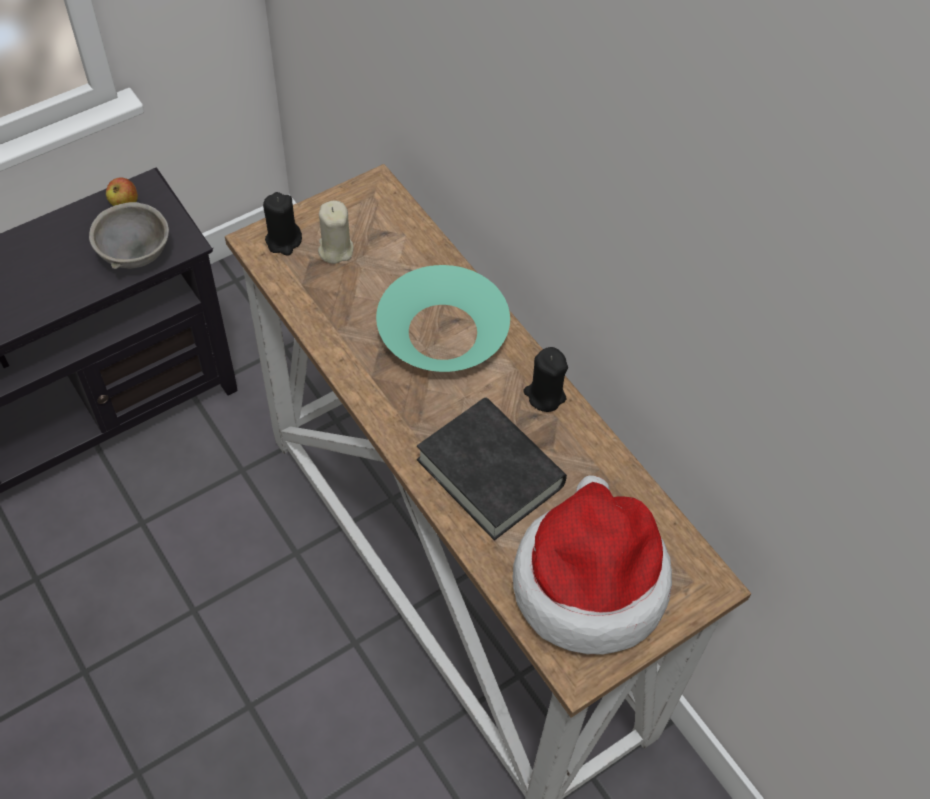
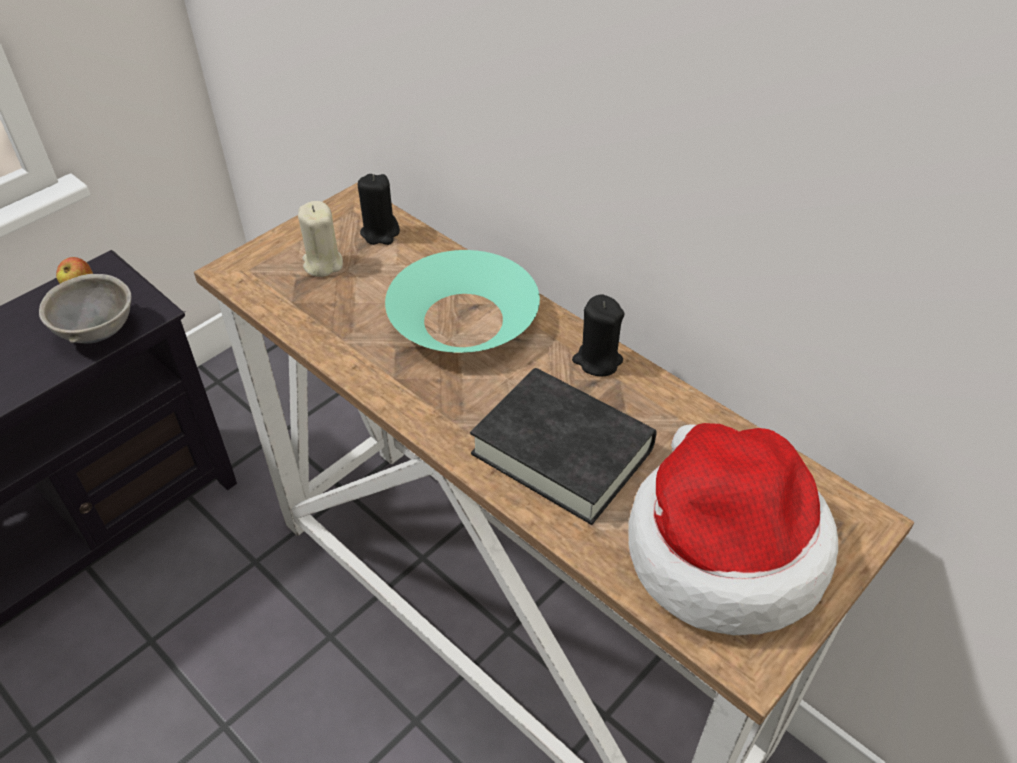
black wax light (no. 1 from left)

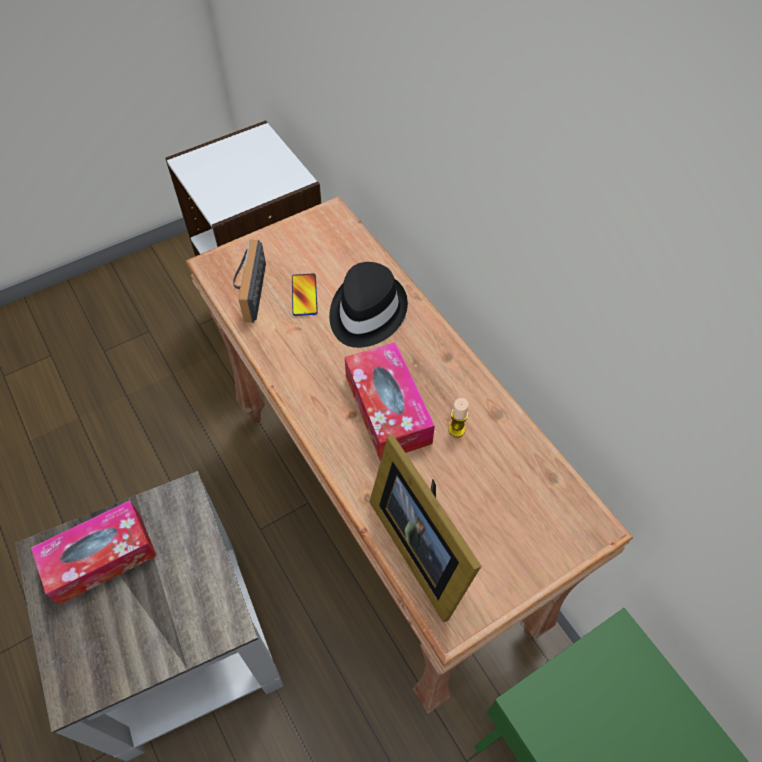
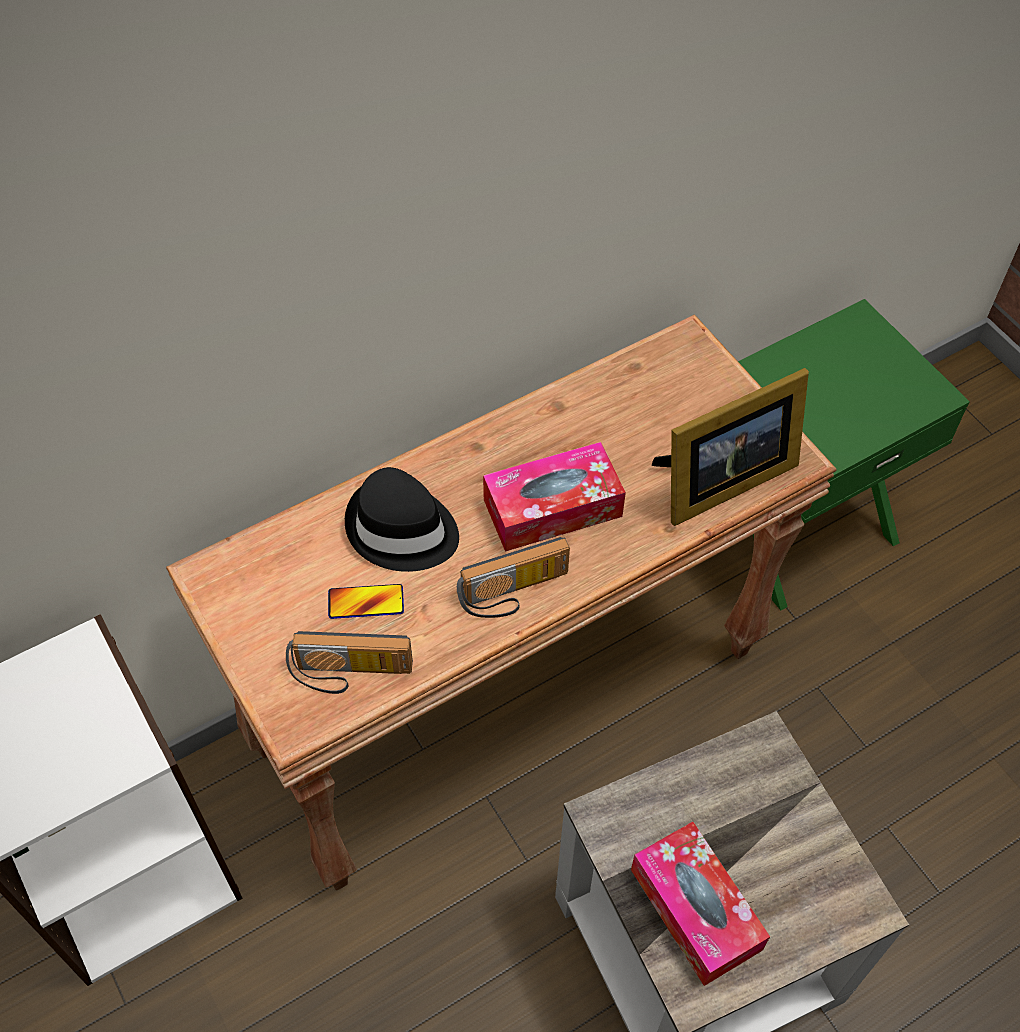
wax light
radio set (no. 2 from left)

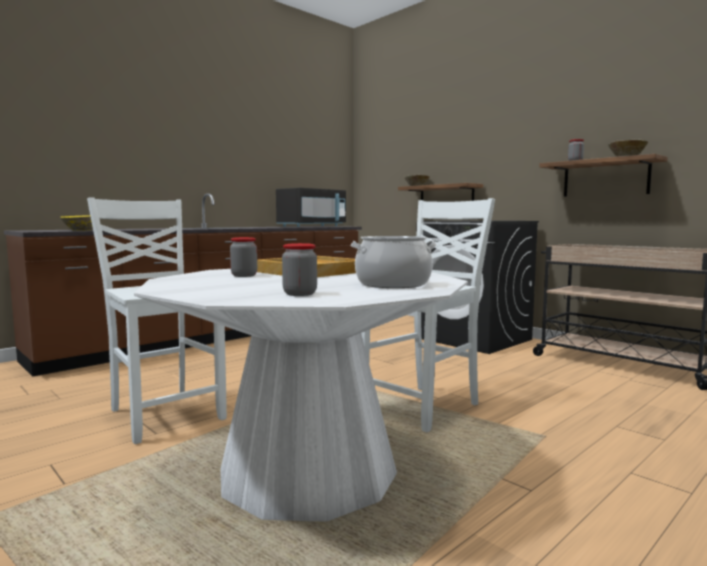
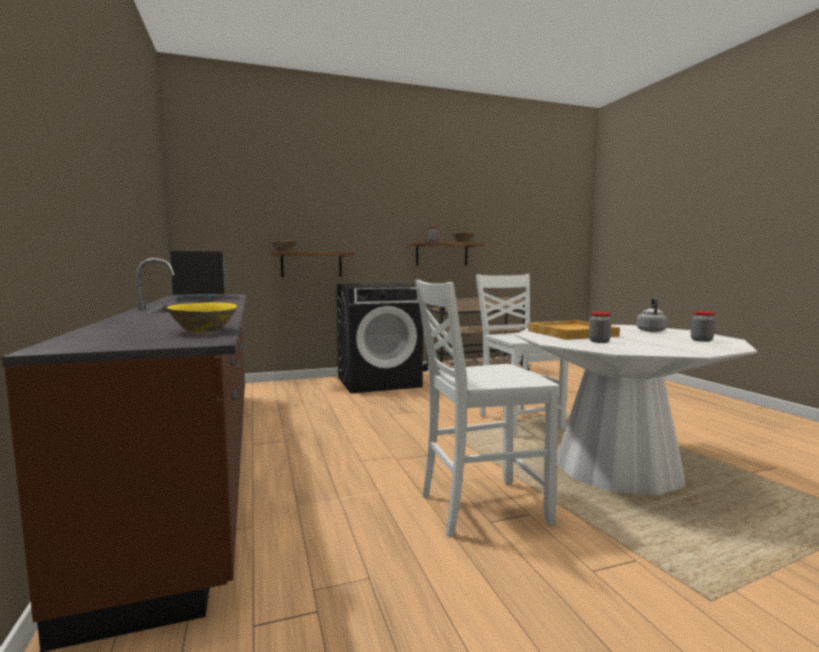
greyish tea kettle

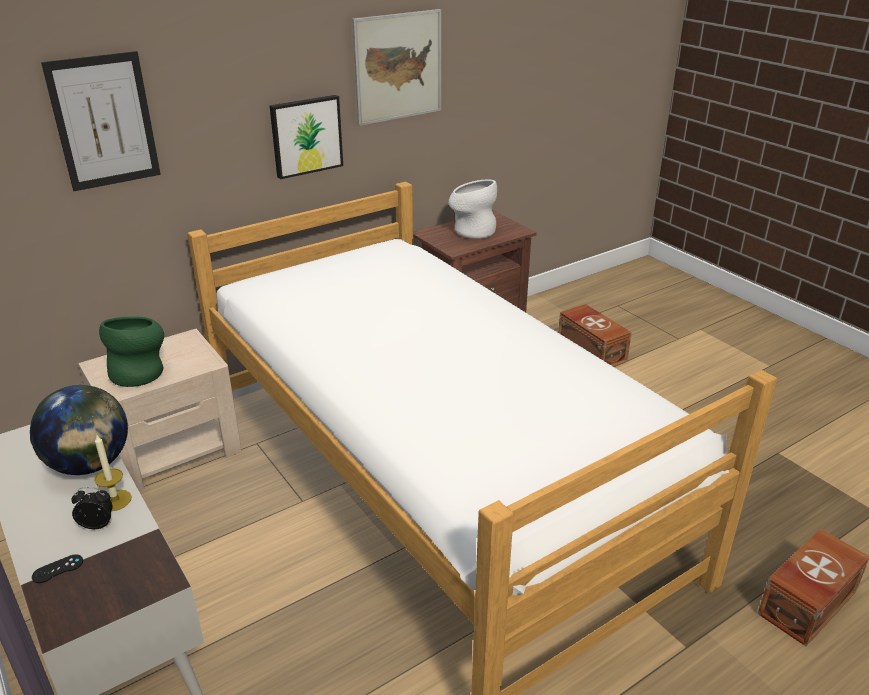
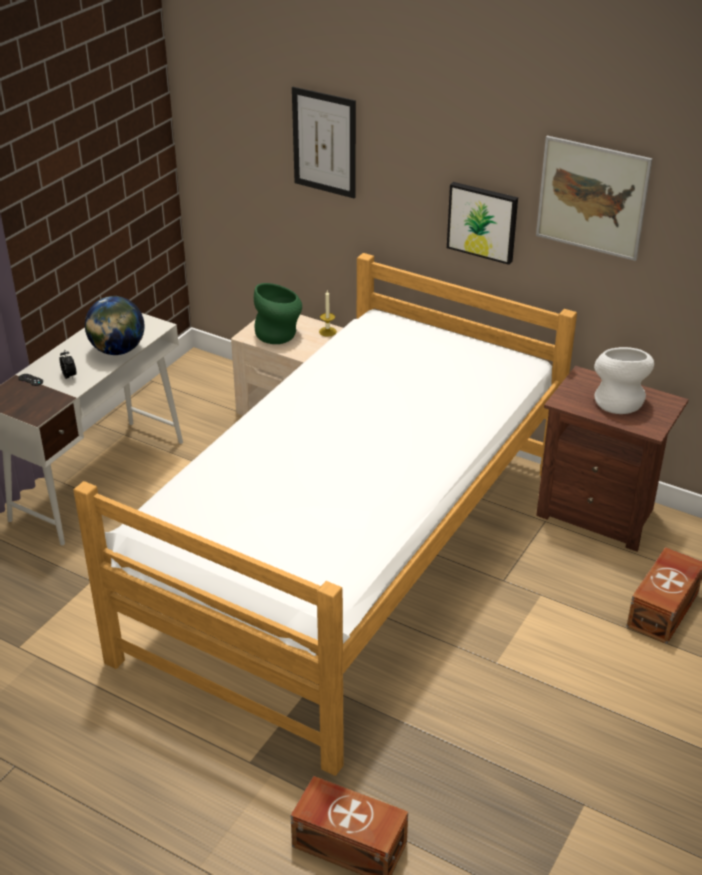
wax light

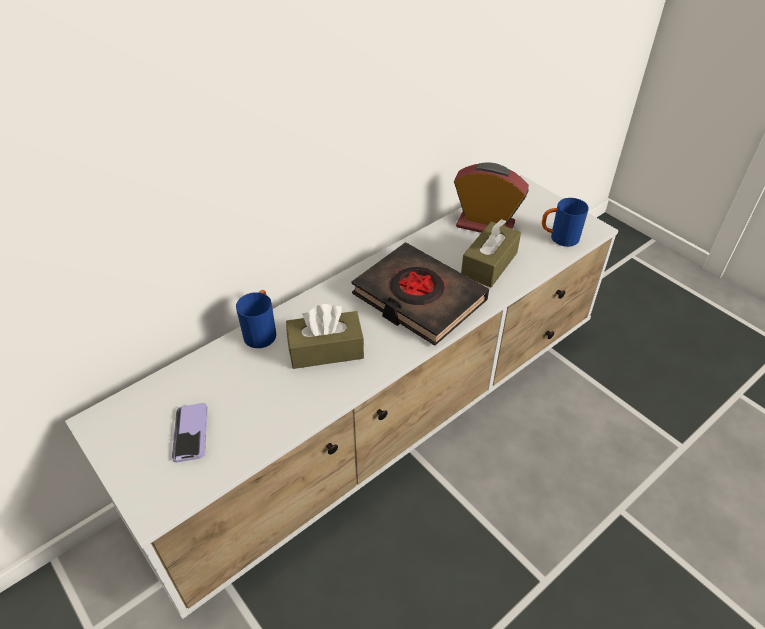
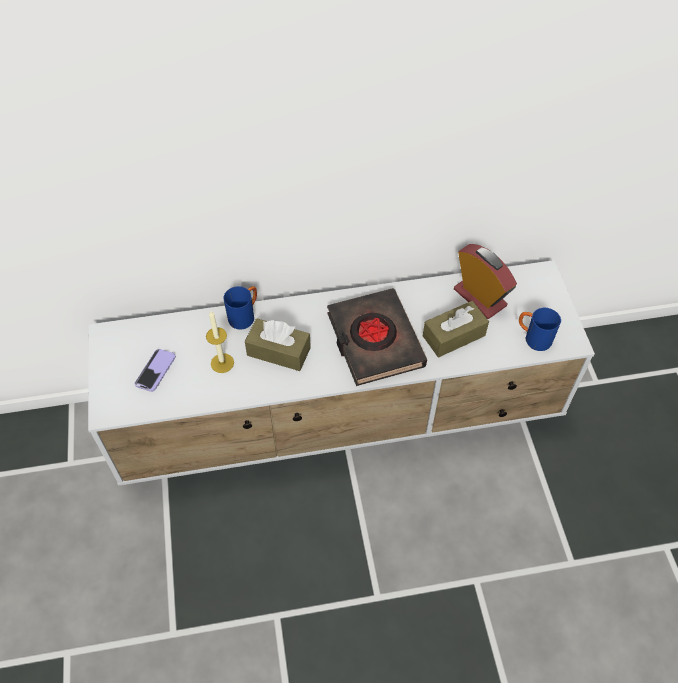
wax light

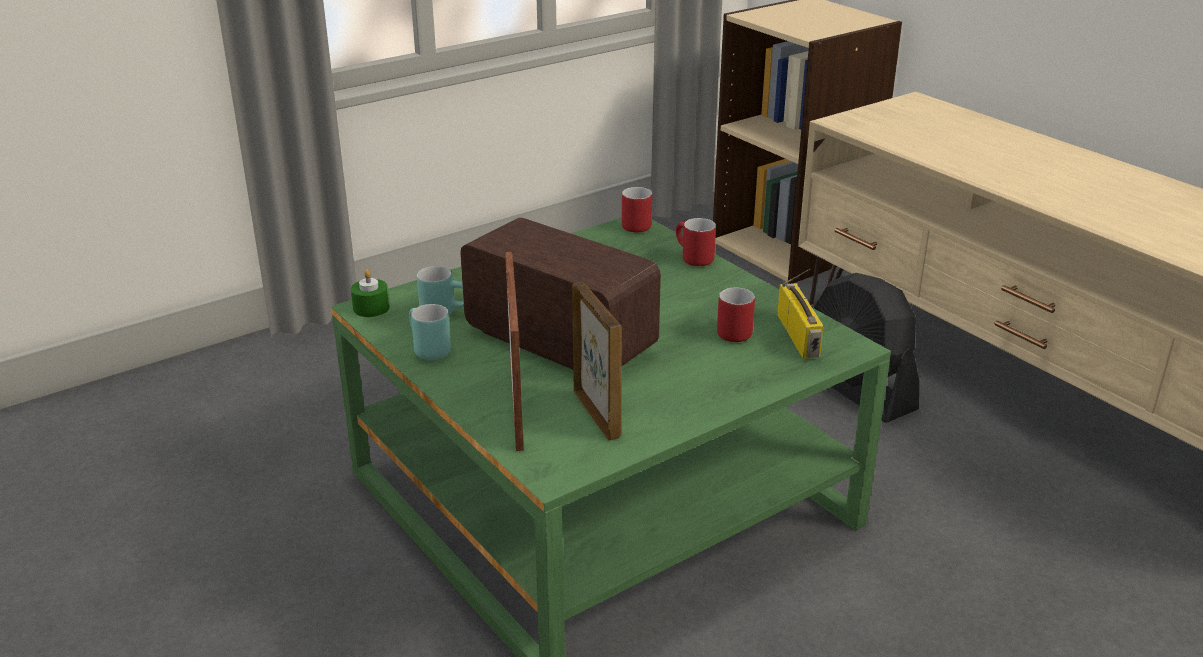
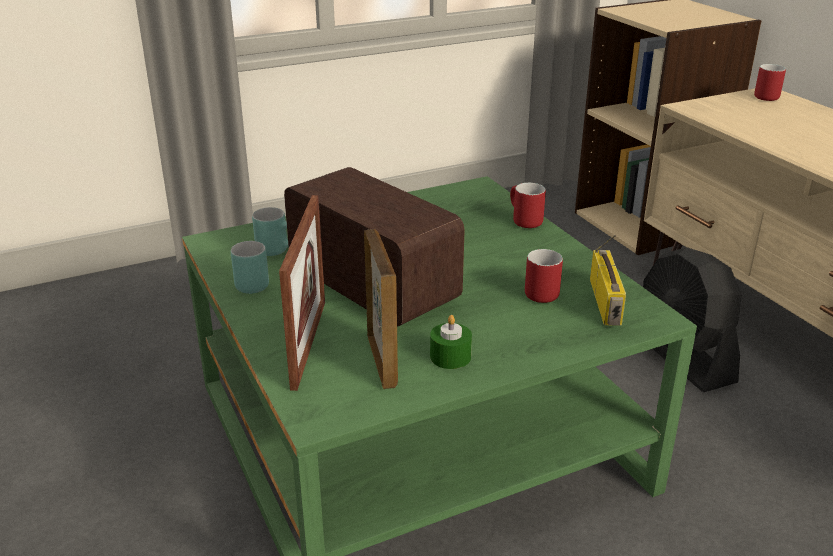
reddish coffee mug (no. 3 from left)
greenish wax light

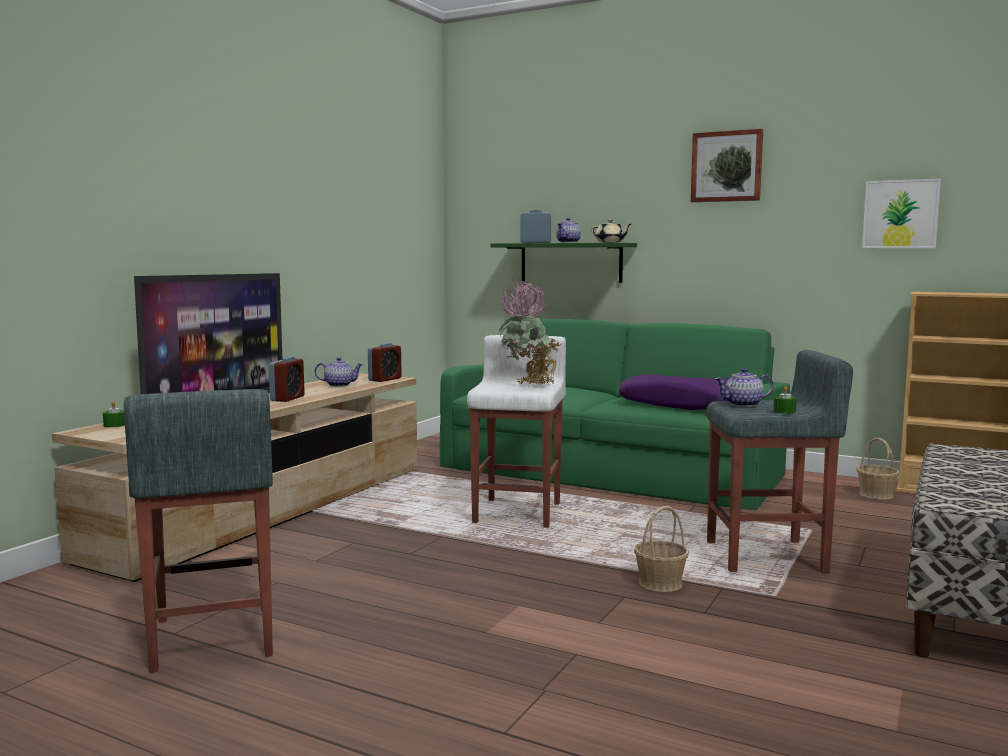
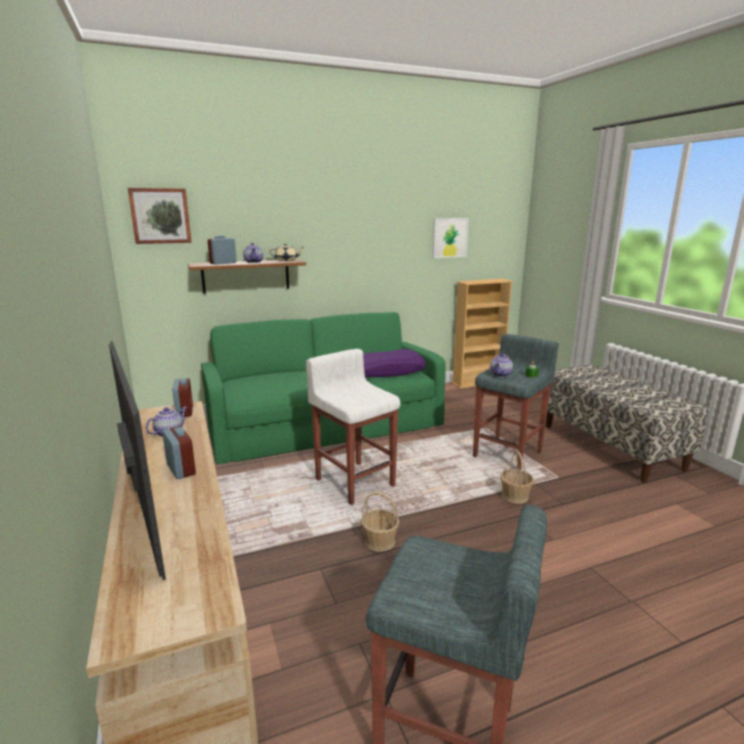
wall picture (no. 1 from left)
brown bracket shelf
plant in a pot
greenish wax light (no. 1 from left in the first image)
household basket (no. 1 from left)

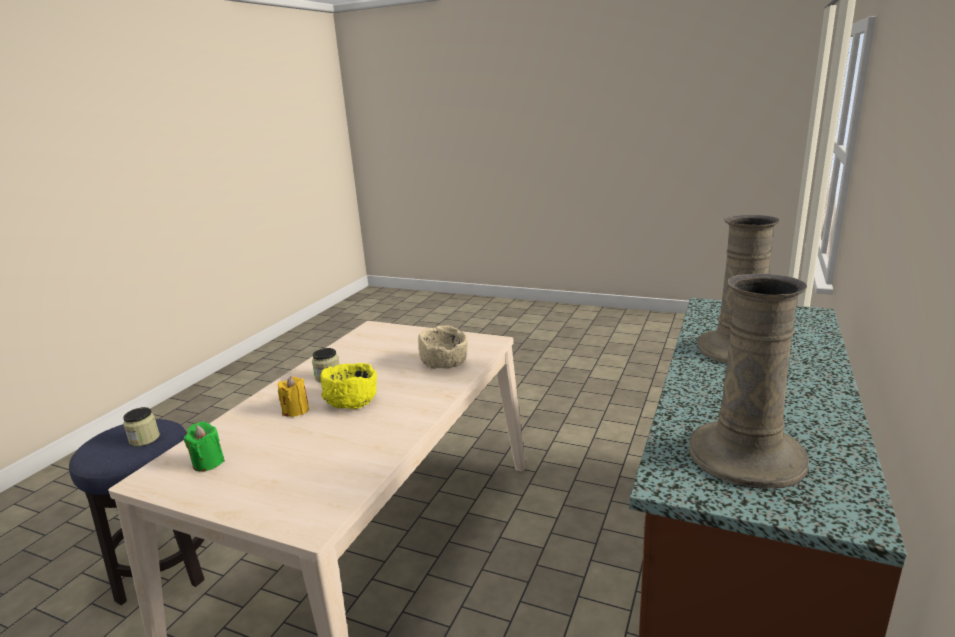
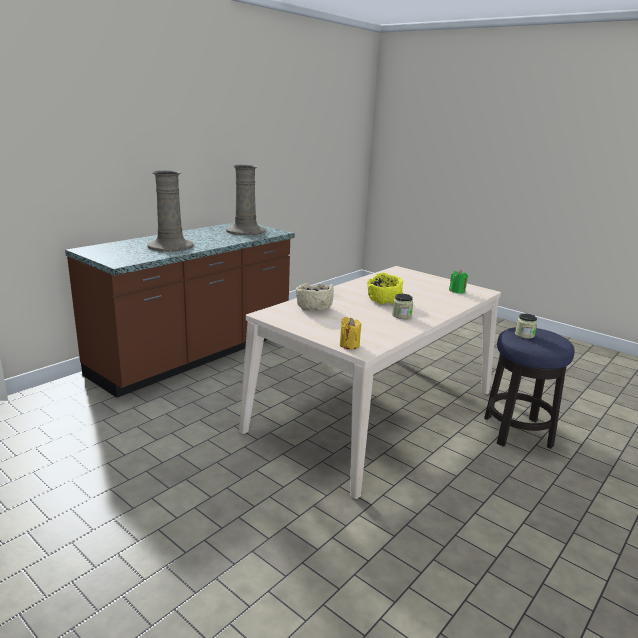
yellow-coloured wax light

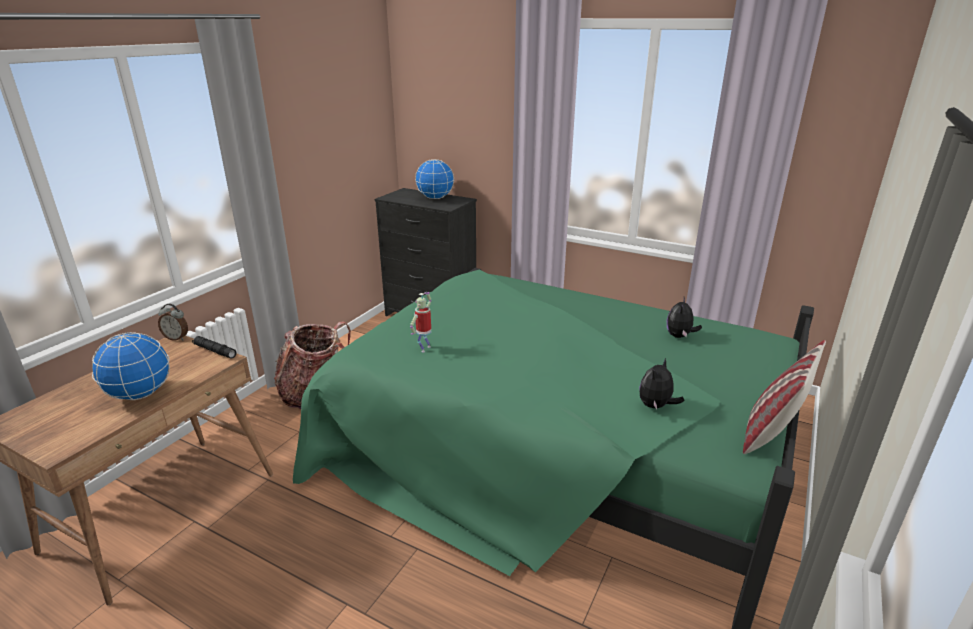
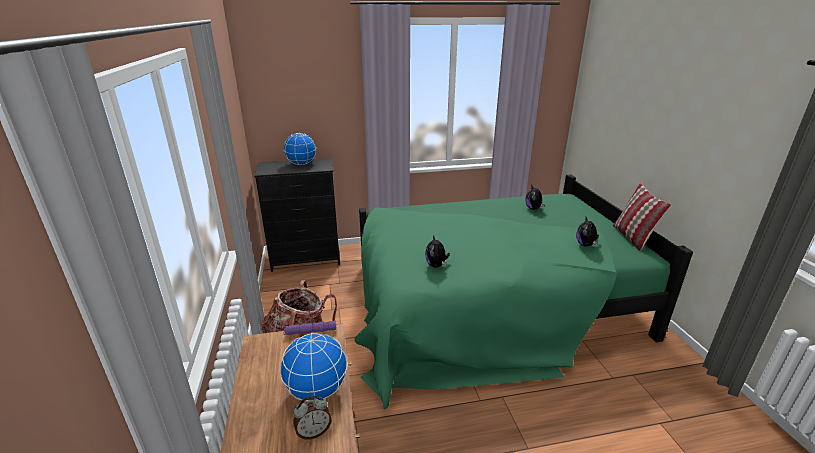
soft toy (no. 1 from left)
table clock
purple-coloured torch

